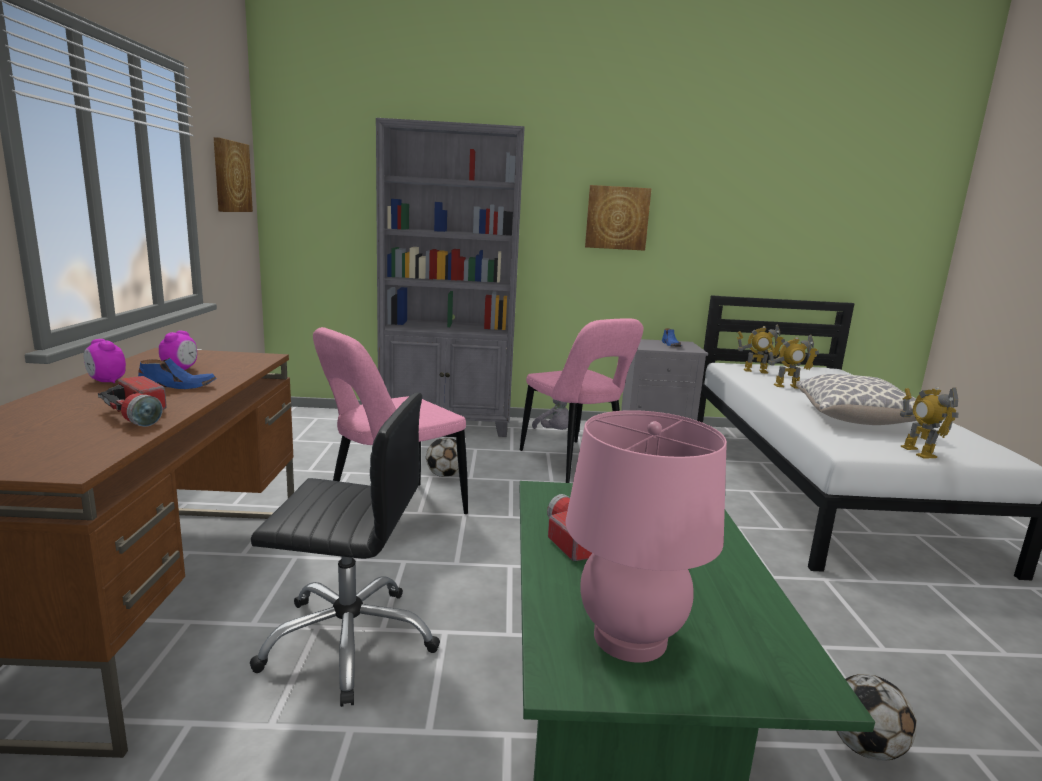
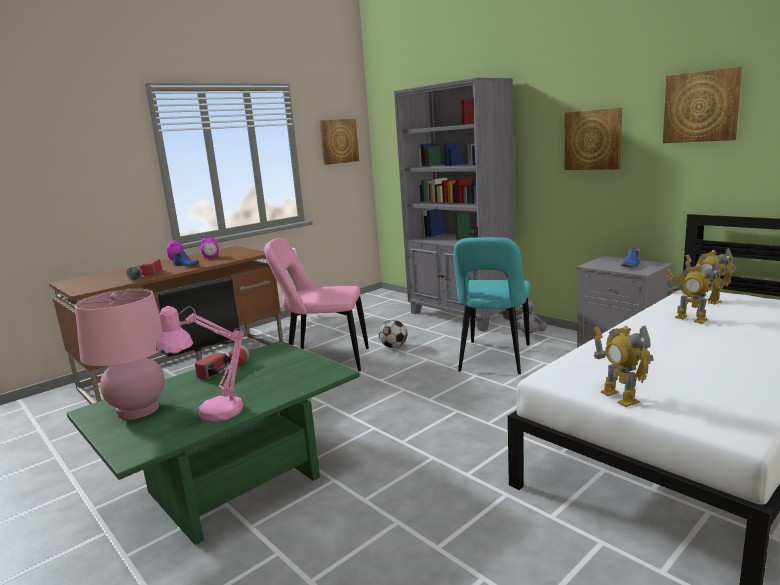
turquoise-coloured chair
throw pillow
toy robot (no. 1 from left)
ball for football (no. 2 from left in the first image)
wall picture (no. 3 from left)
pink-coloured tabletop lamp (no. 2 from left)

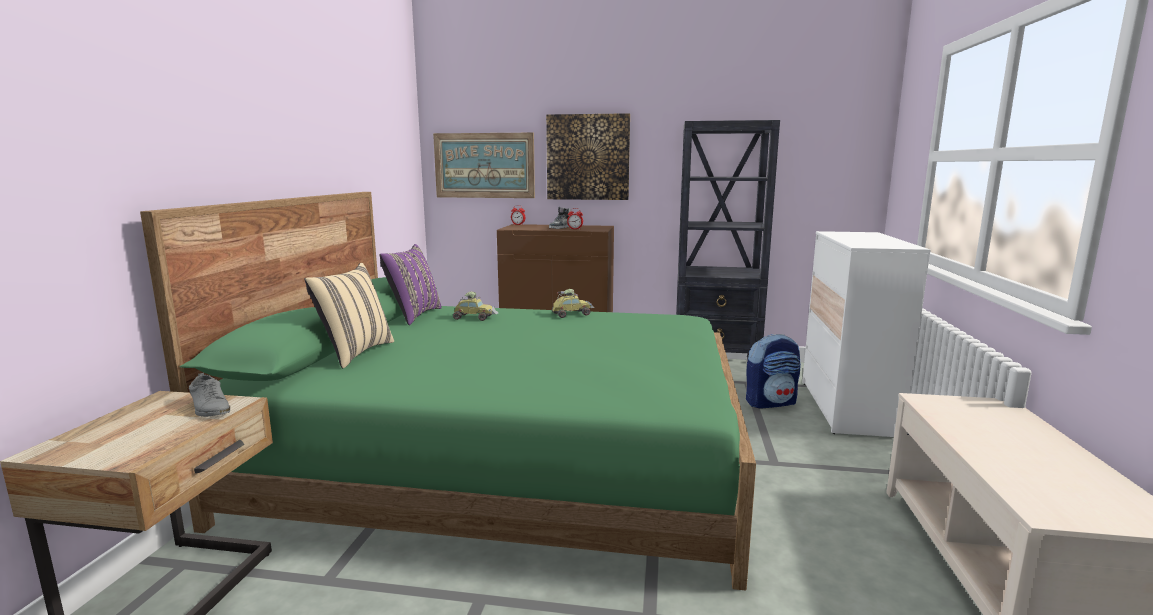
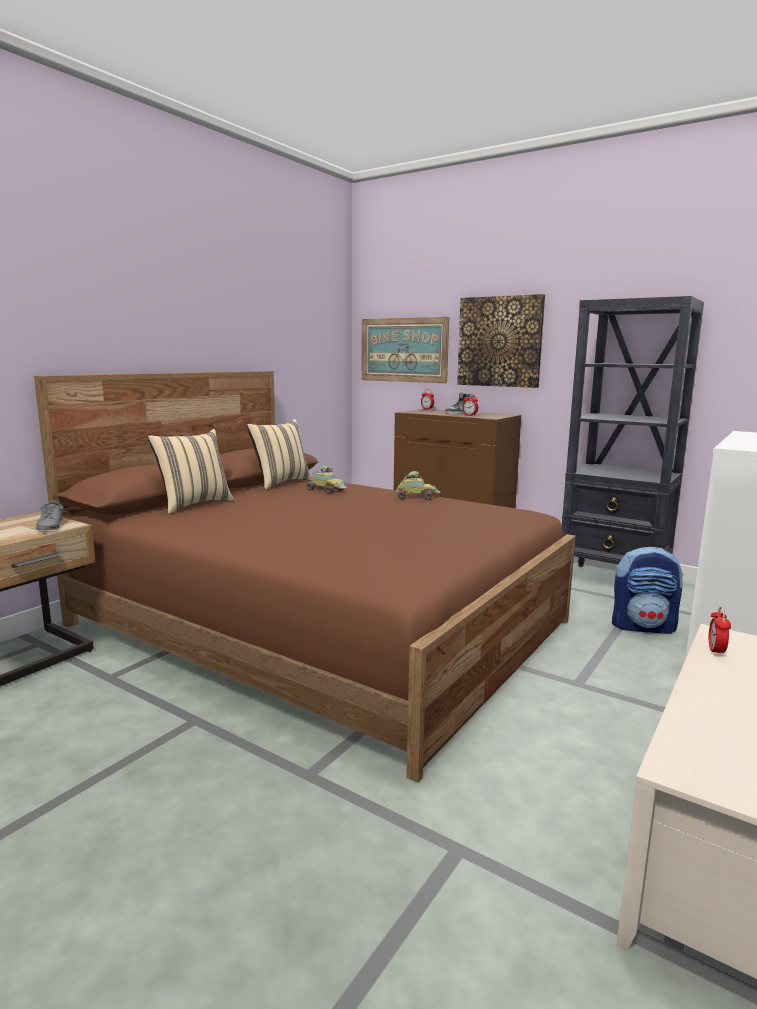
brown sleeping bed
beige-coloured throw pillow (no. 2 from left)
table clock (no. 3 from left)

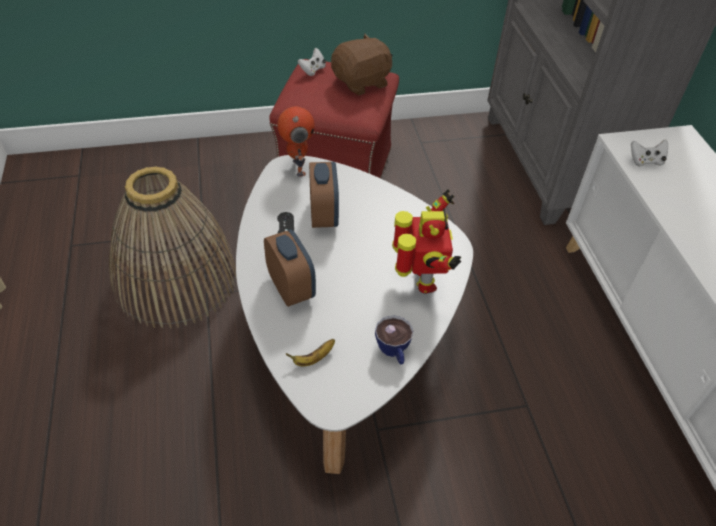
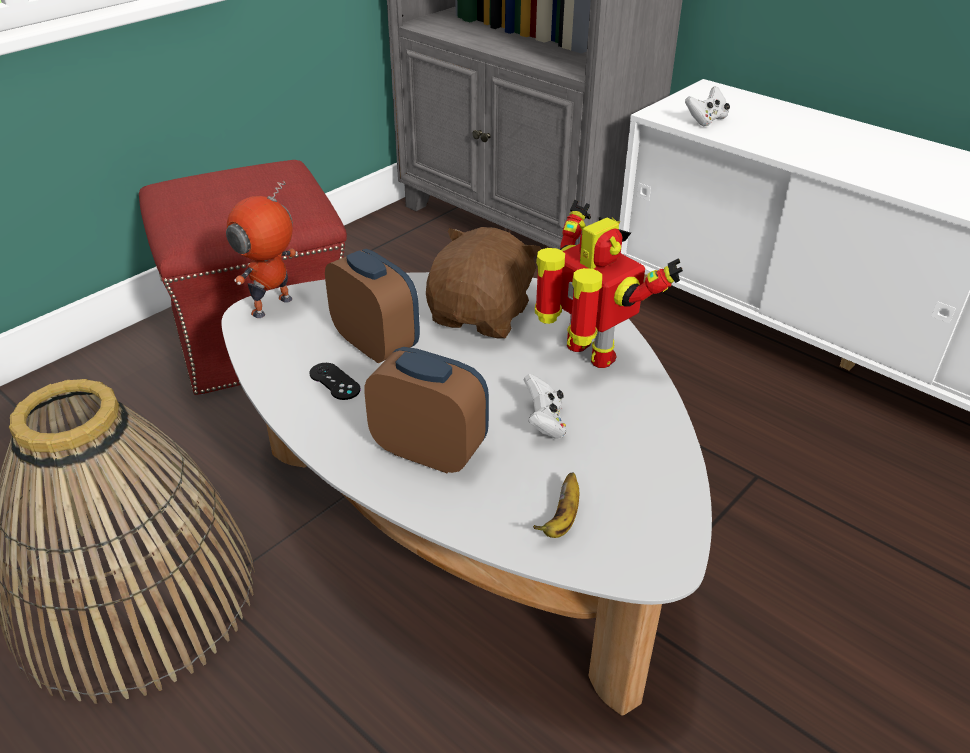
brown soft toy
white-coloured joypad (no. 1 from left)
toy robot (no. 1 from left)
cup

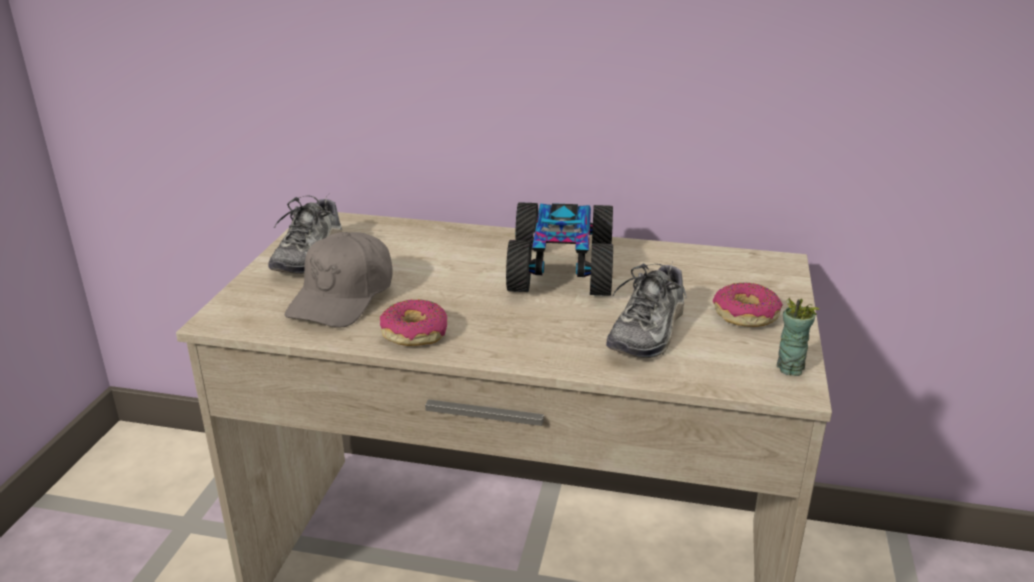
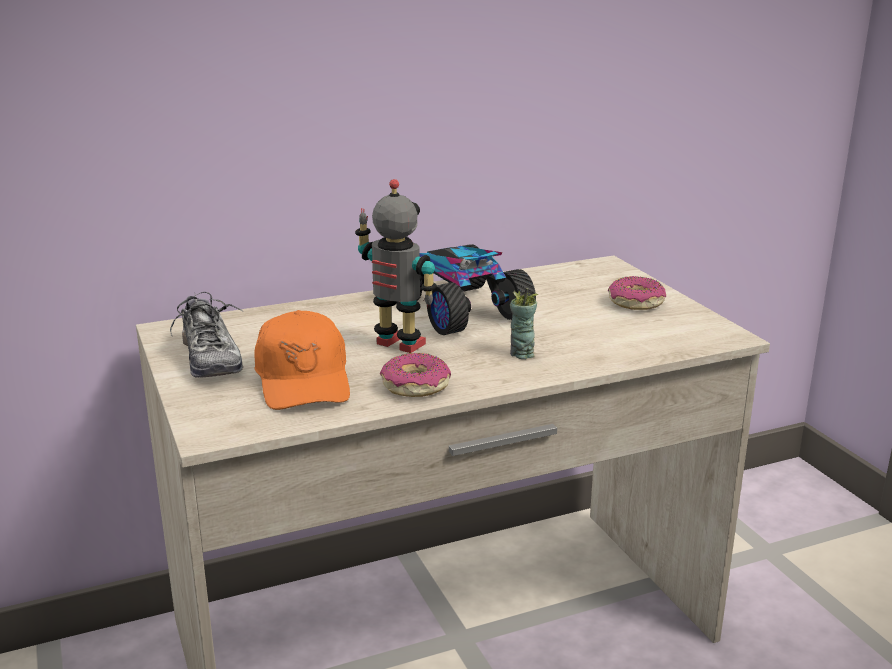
orangey peaked cap
shoe (no. 2 from left in the first image)
cup
toy robot

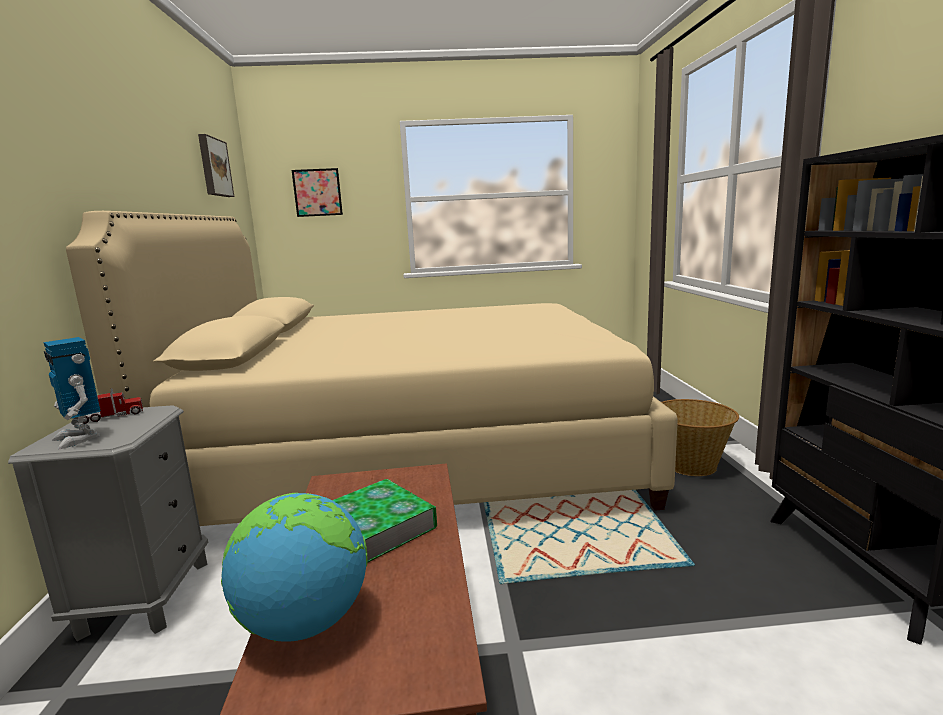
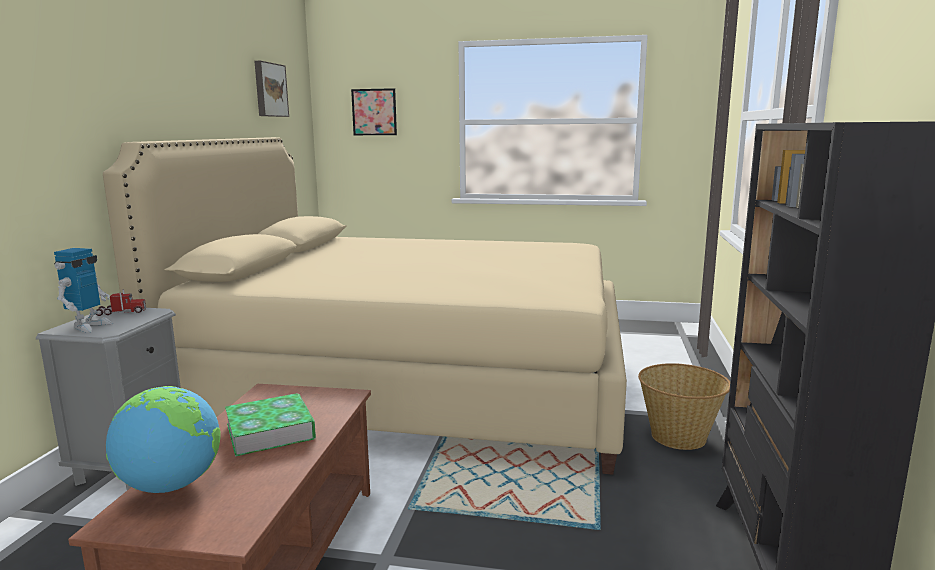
toy robot

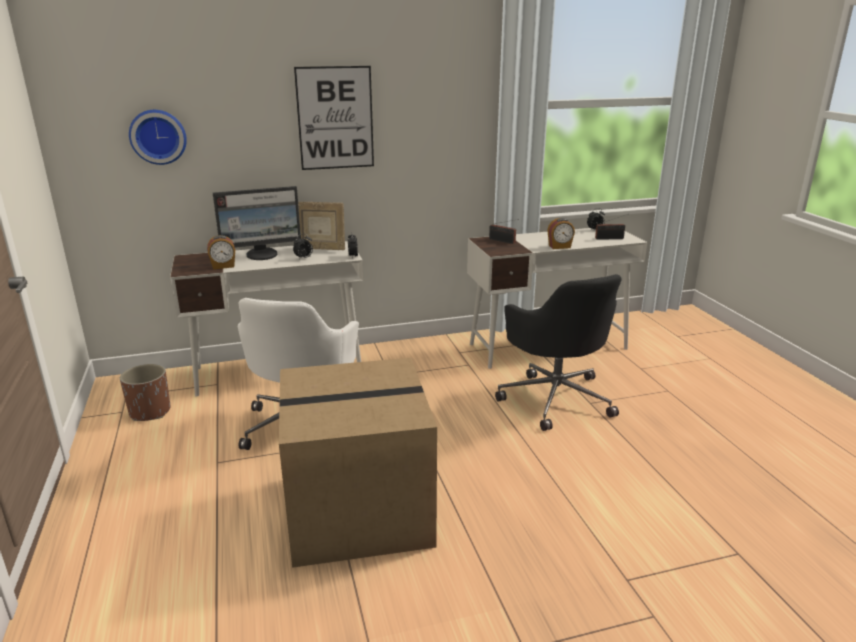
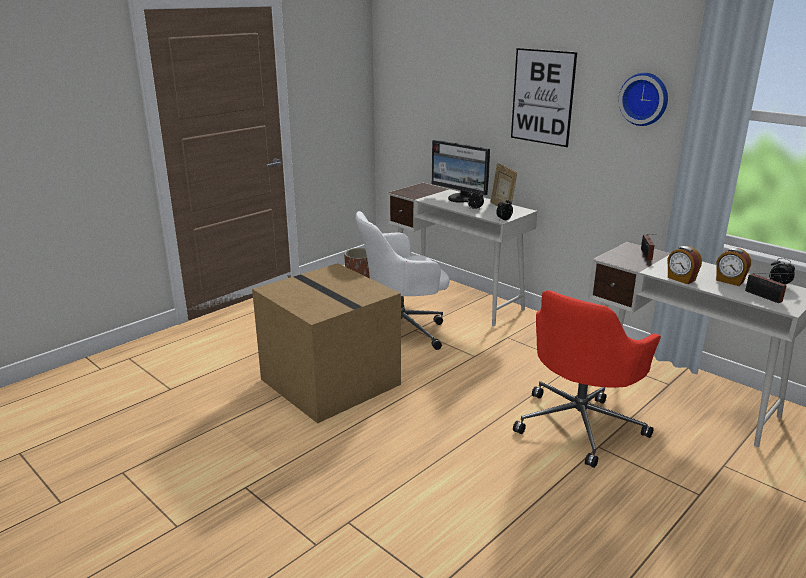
hanging clock
table clock (no. 4 from left)
reddish desk chair

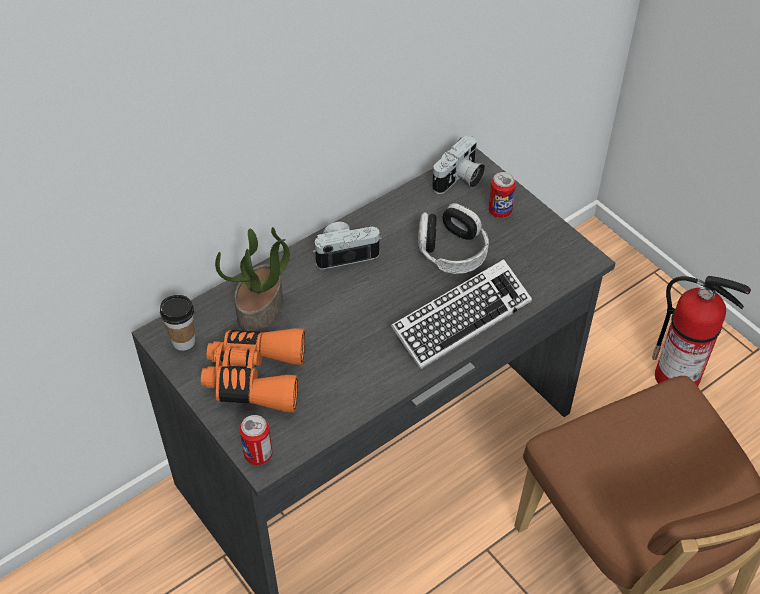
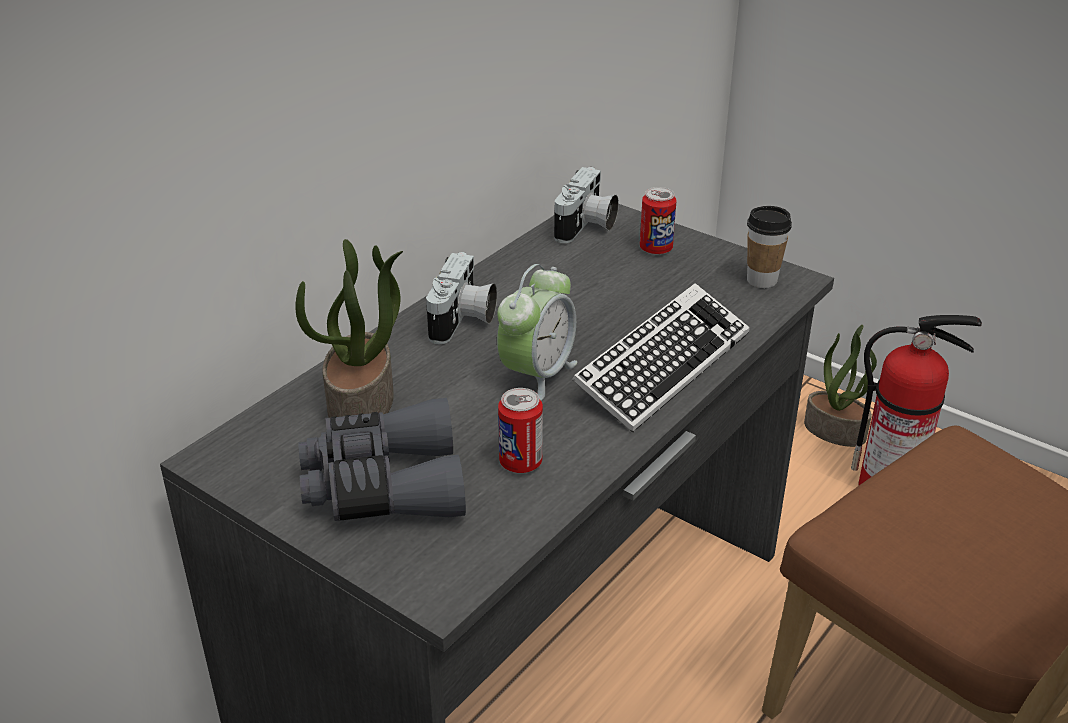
headphones
photo camera (no. 1 from left)
cup
greyish pair of binoculars
sealed can (no. 1 from left)
table clock
plant in a pot (no. 2 from left)

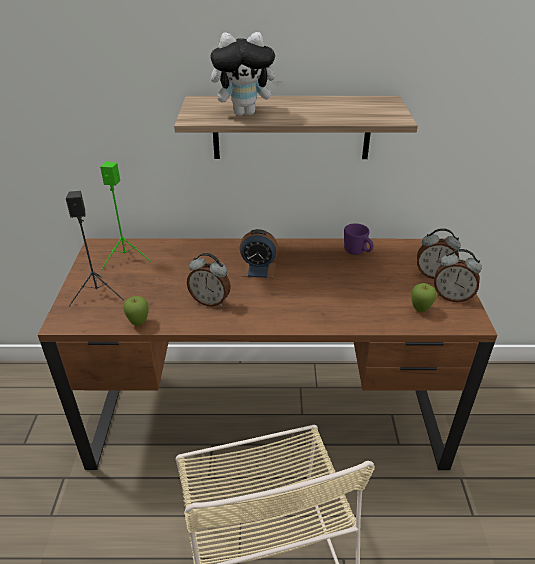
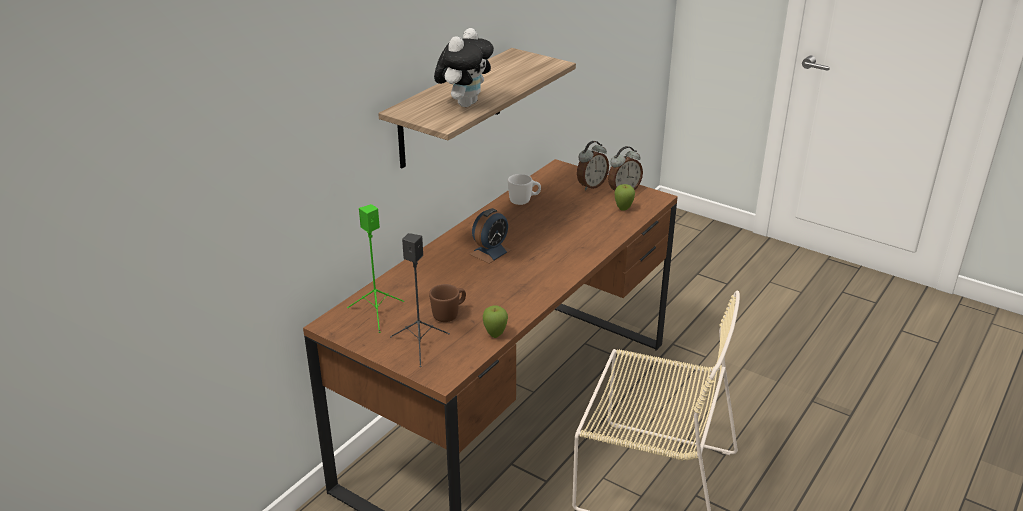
white-coloured coffee mug
table clock (no. 1 from left in the first image)
brown coffee mug

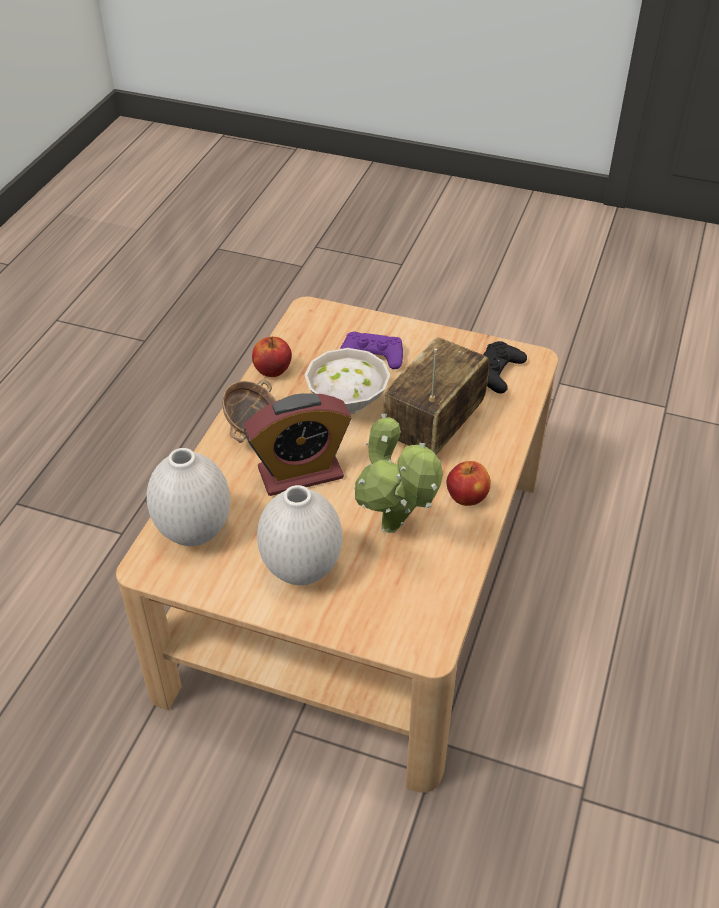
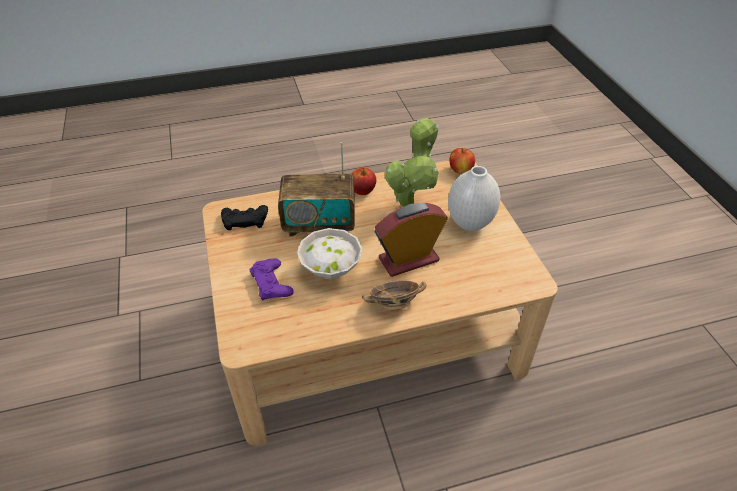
apple (no. 2 from left)
table clock
white-coloured vase (no. 1 from left in the first image)

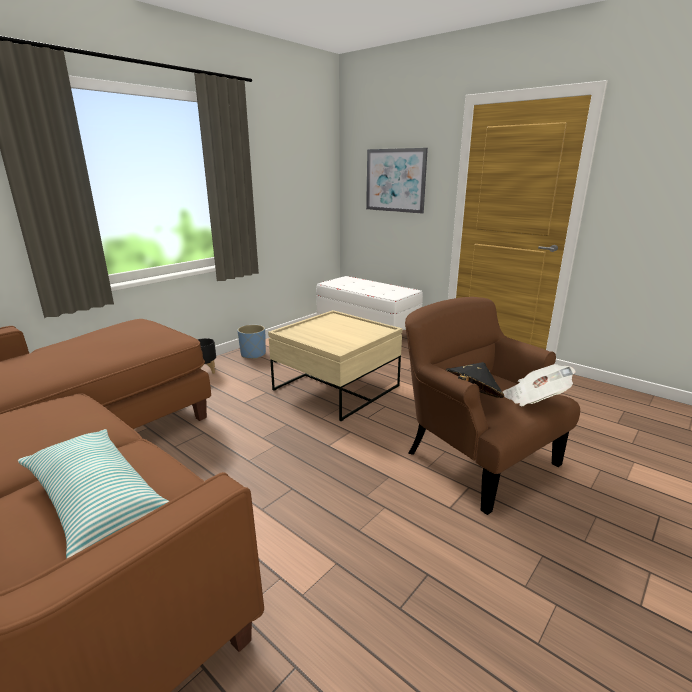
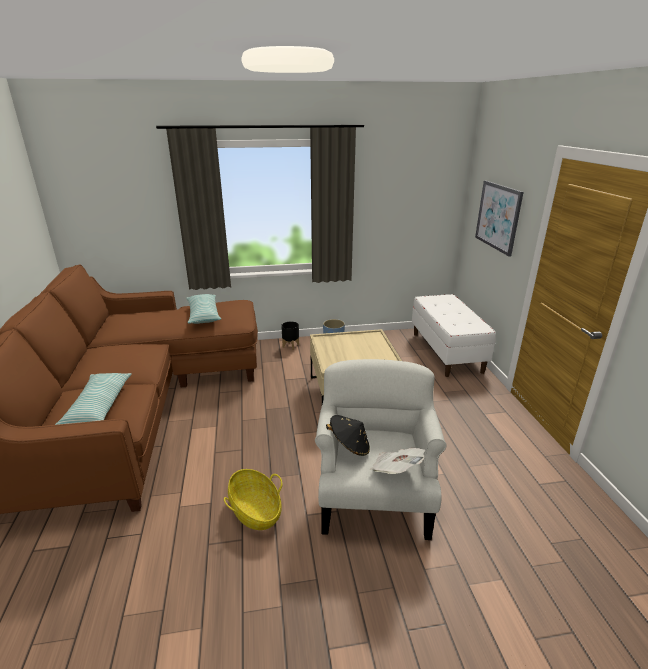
white-coloured easy chair
throw pillow (no. 2 from left)
household basket

